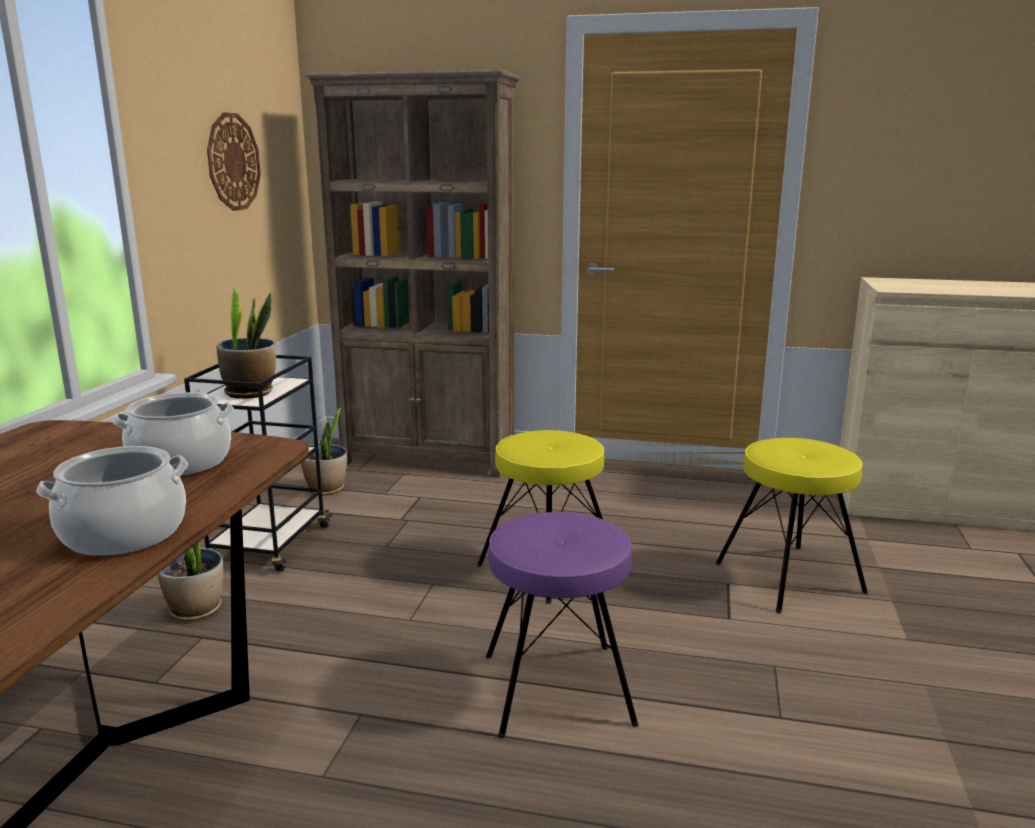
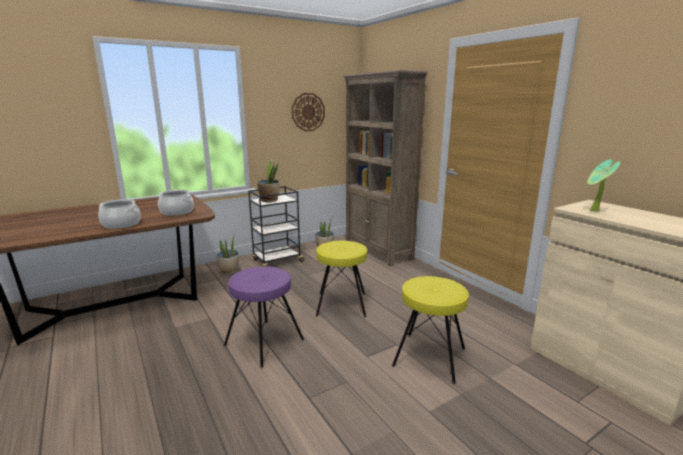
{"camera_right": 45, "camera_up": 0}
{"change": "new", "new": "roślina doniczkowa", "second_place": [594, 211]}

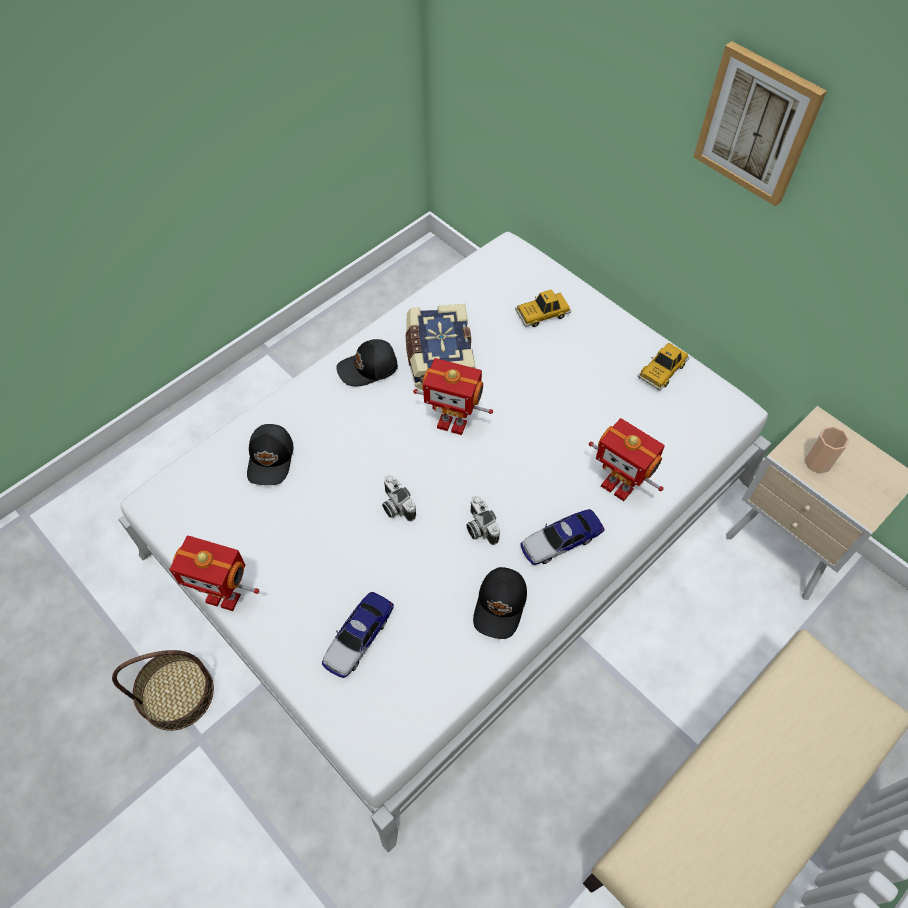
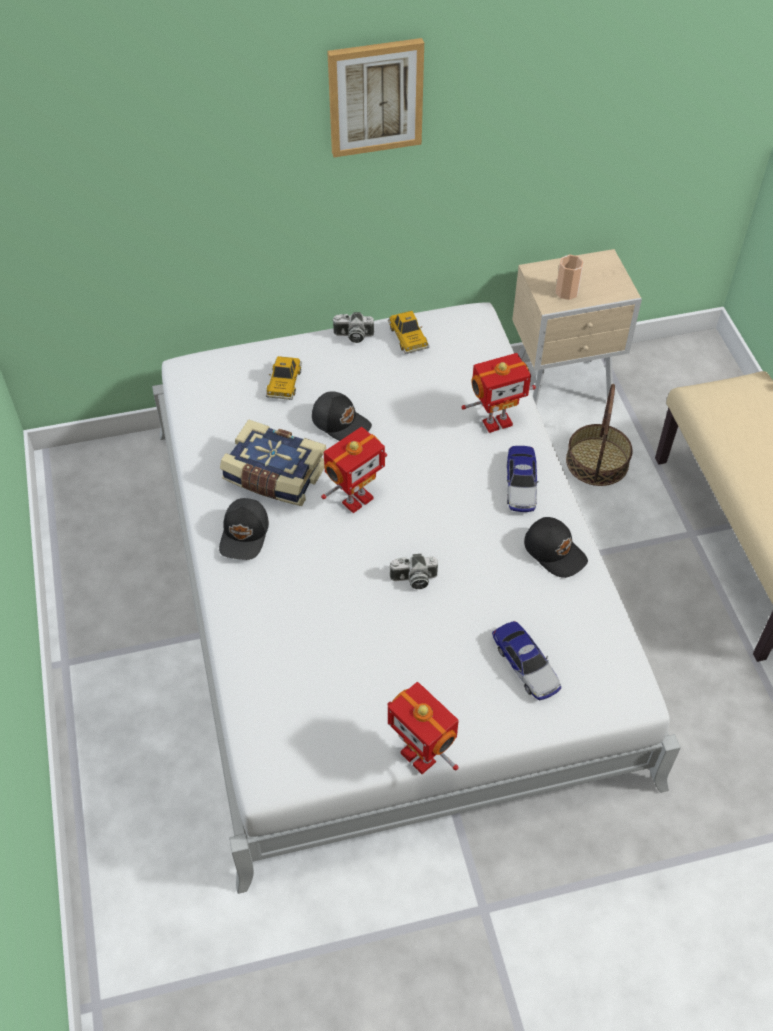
{"camera_right": -60, "camera_up": -5}
{"change": "shifted", "old": "czapka z daszkiem (czarny)", "first_place": [271, 459], "second_place": [341, 422]}
{"change": "shifted", "old": "aparat fotograficzny", "first_place": [479, 527], "second_place": [353, 336]}
{"change": "rotated", "old": "robot zabawkowy", "first_place": [224, 596], "second_place": [420, 755], "degrees": 90}
{"change": "shifted", "old": "koszyk", "first_place": [177, 694], "second_place": [597, 462]}

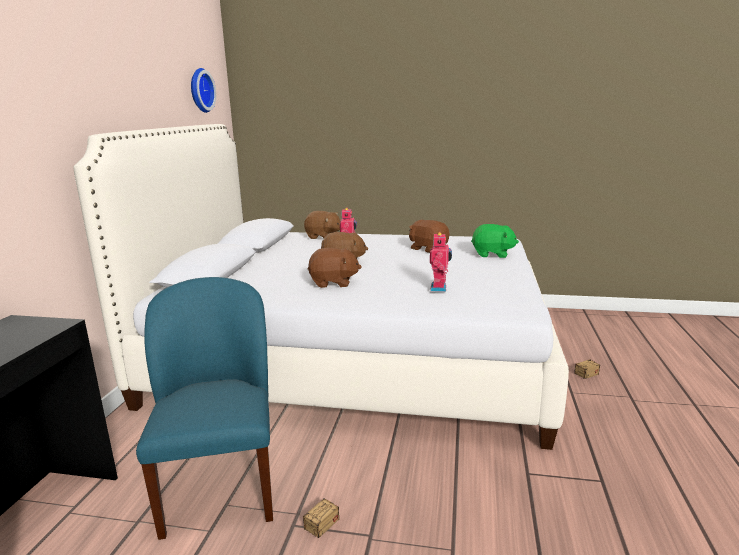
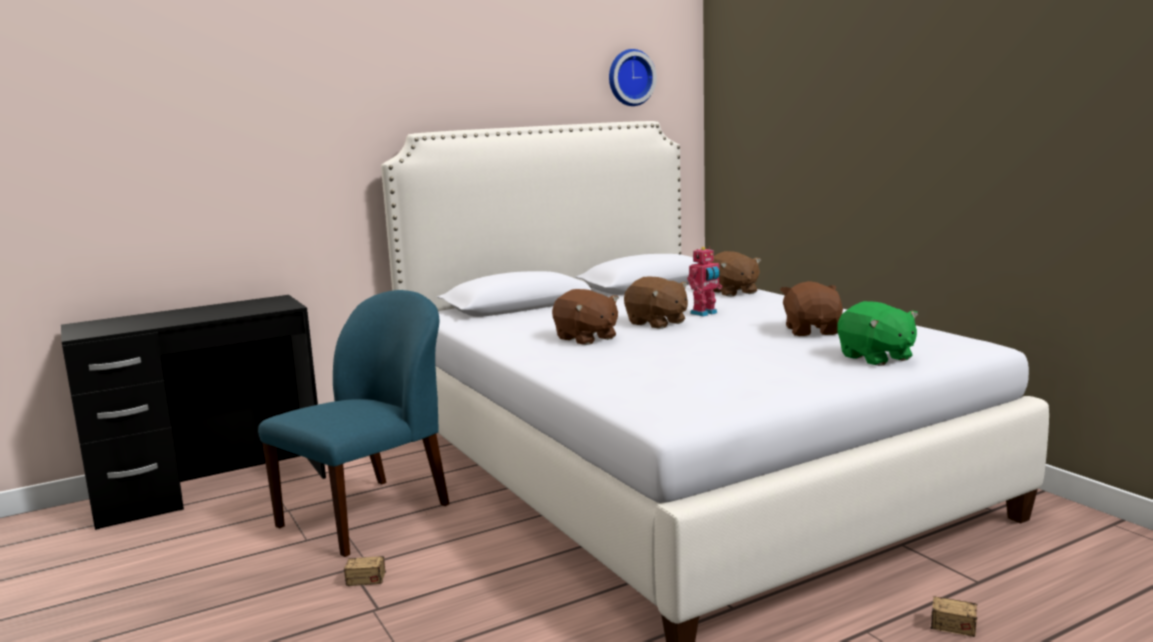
{"camera_right": 50, "camera_up": -5}
{"change": "gone", "old": "robot zabawkowy", "first_place": [440, 288]}

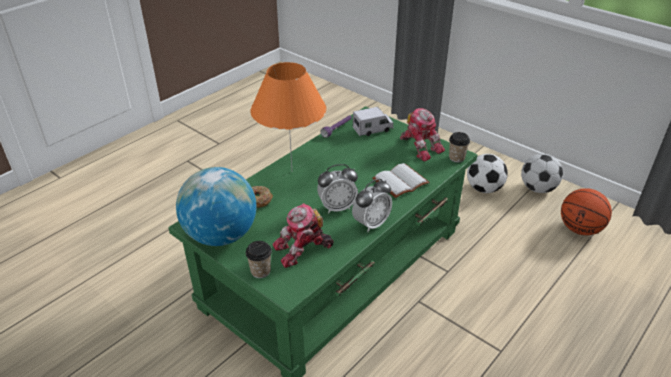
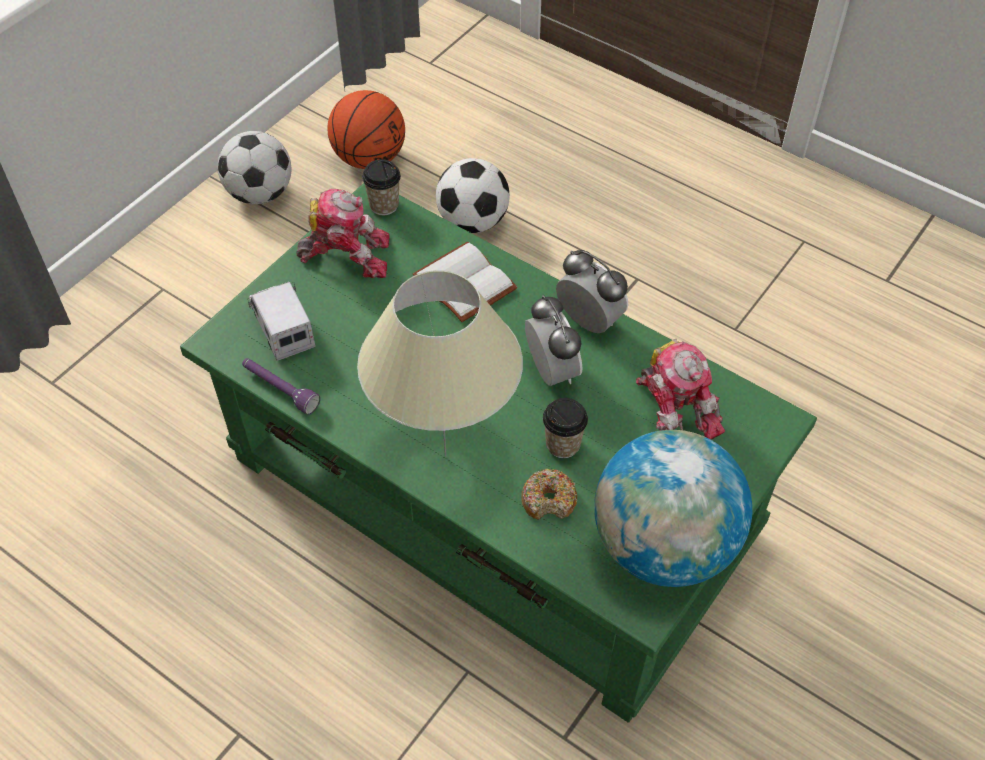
{"camera_right": -95, "camera_up": 15}
{"change": "rotated", "old": "robot zabawkowy", "first_place": [420, 146], "second_place": [347, 254], "degrees": 45}
{"change": "repainted", "old": "lampa stołowa (pomarańczowy)", "new": "lampa stołowa (beżowy)", "first_place": [291, 171], "second_place": [444, 456]}
{"change": "shifted", "old": "piłka futbolowa", "first_place": [484, 189], "second_place": [473, 221]}
{"change": "shifted", "old": "filiżanka", "first_place": [260, 271], "second_place": [563, 444]}

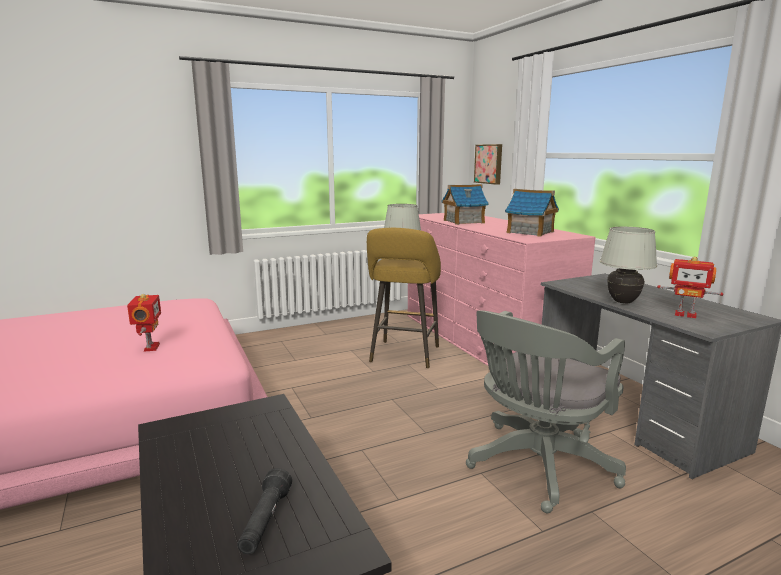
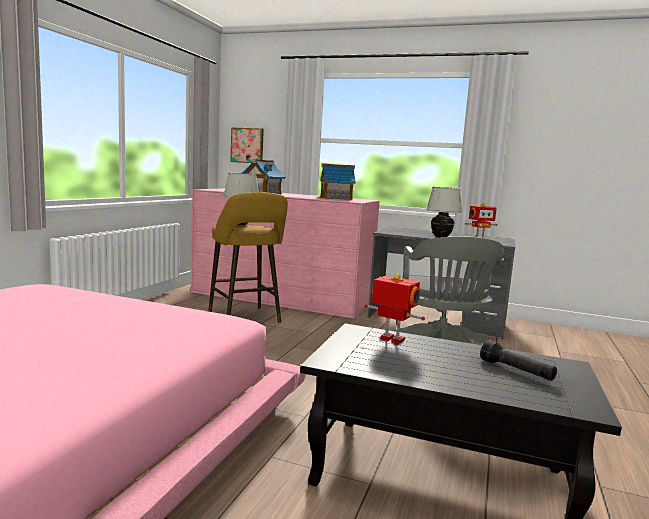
{"camera_right": -45, "camera_up": -5}
{"change": "shifted", "old": "robot zabawkowy", "first_place": [150, 348], "second_place": [391, 339]}

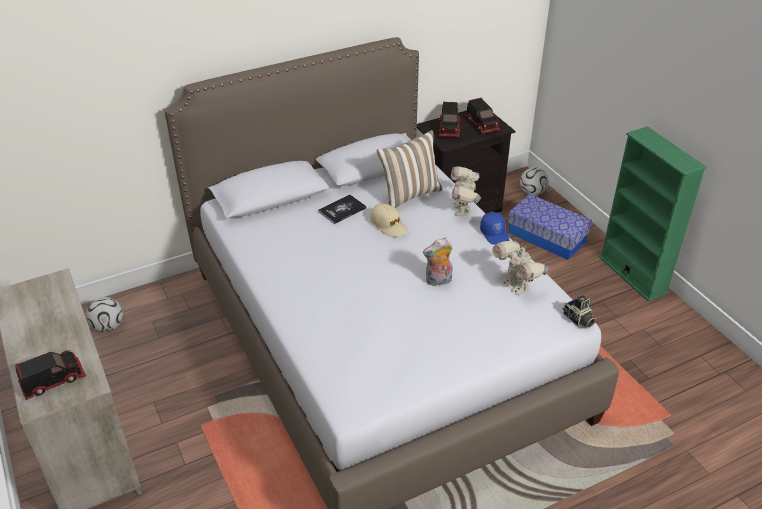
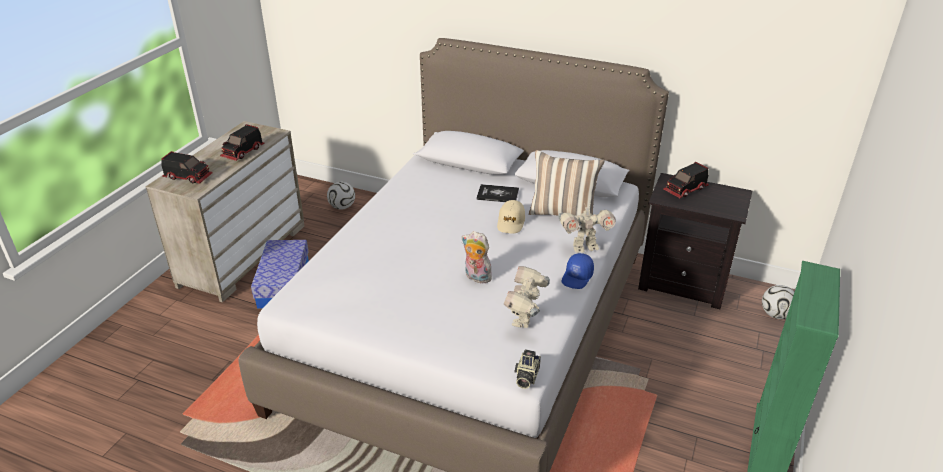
{"camera_right": 50, "camera_up": -5}
{"change": "shifted", "old": "ciężarówka zabawkowa", "first_place": [482, 124], "second_place": [243, 152]}
{"change": "shifted", "old": "pojemnik do przechowywania", "first_place": [547, 237], "second_place": [284, 285]}
{"change": "rotated", "old": "robot zabawkowy", "first_place": [462, 210], "second_place": [584, 247], "degrees": -150}

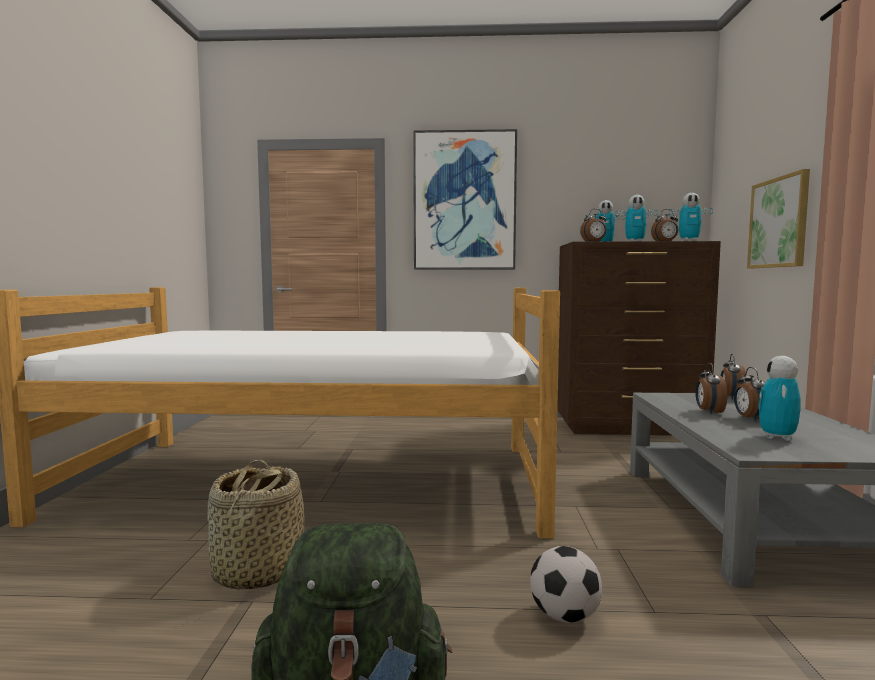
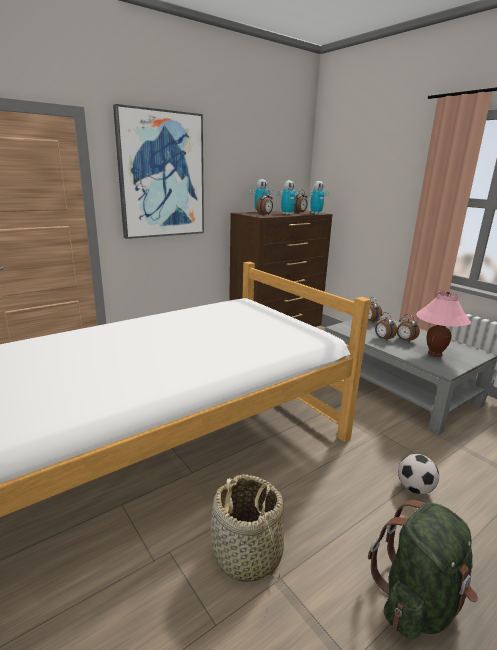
{"camera_right": -40, "camera_up": 15}
{"change": "swapped", "old": "robot zabawkowy", "new": "lampa stołowa (różowy)", "first_place": [777, 437], "second_place": [435, 354]}
{"change": "gone", "old": "obraz", "first_place": [779, 223]}

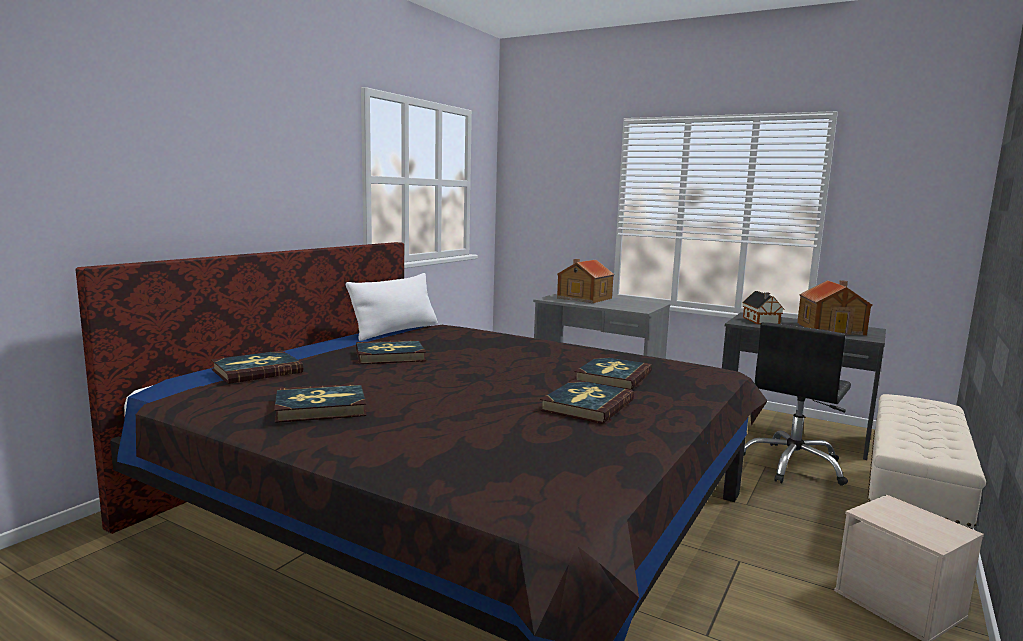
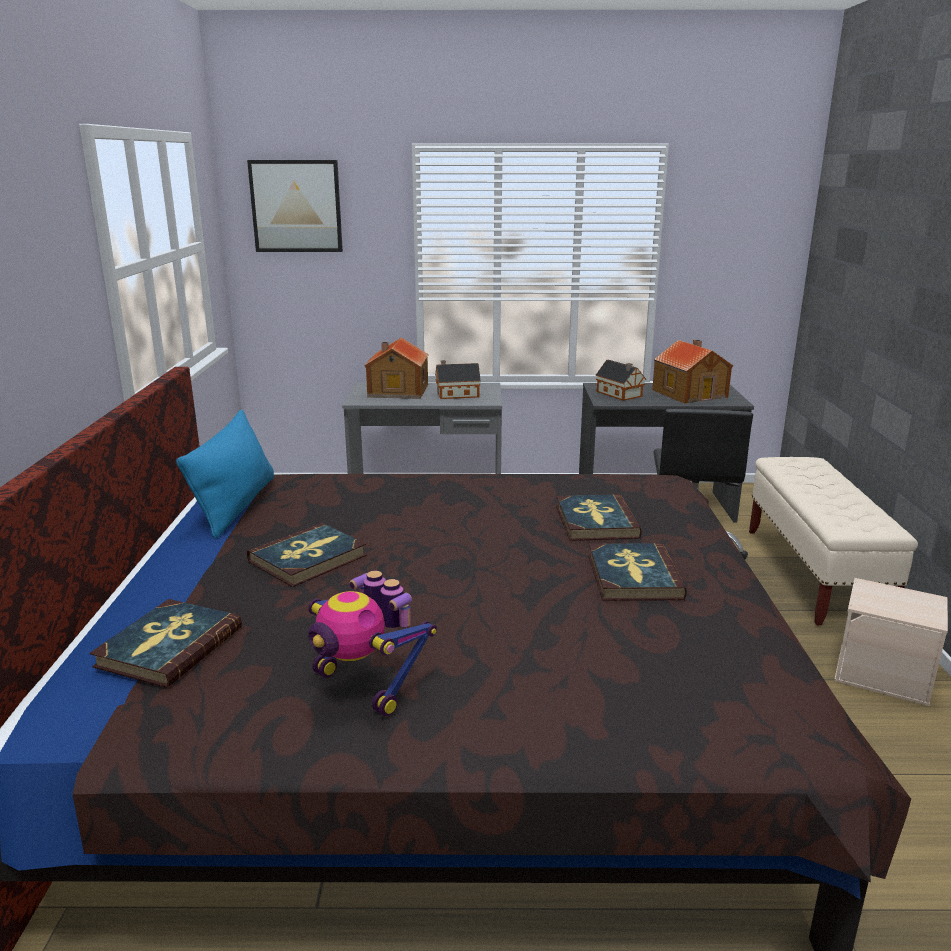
{"camera_right": -30, "camera_up": 10}
{"change": "repainted", "old": "poduszka (biały)", "new": "poduszka (niebieski)", "first_place": [395, 331], "second_place": [236, 505]}
{"change": "new", "new": "obraz", "second_place": [296, 206]}
{"change": "swapped", "old": "książka", "new": "robot zabawkowy", "first_place": [320, 407], "second_place": [366, 685]}
{"change": "new", "new": "domek", "second_place": [456, 394]}

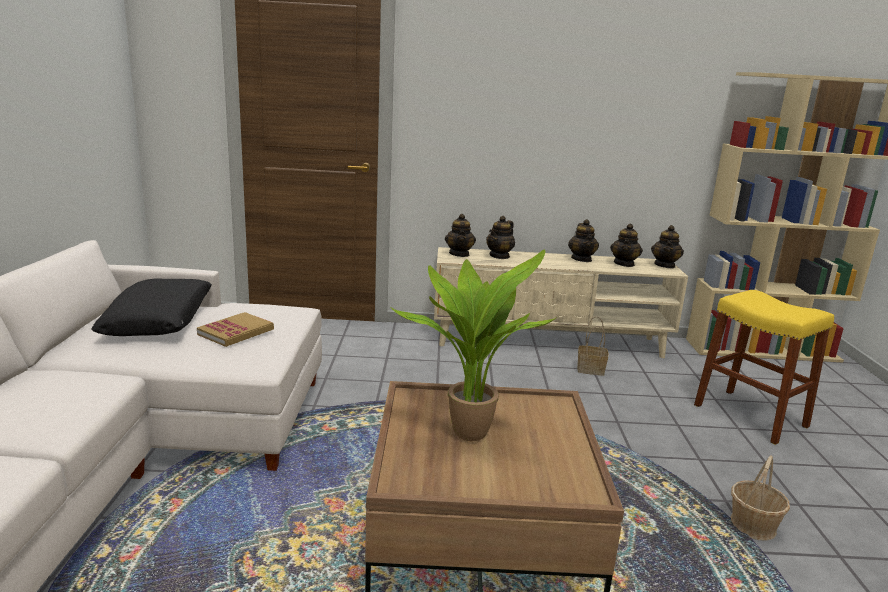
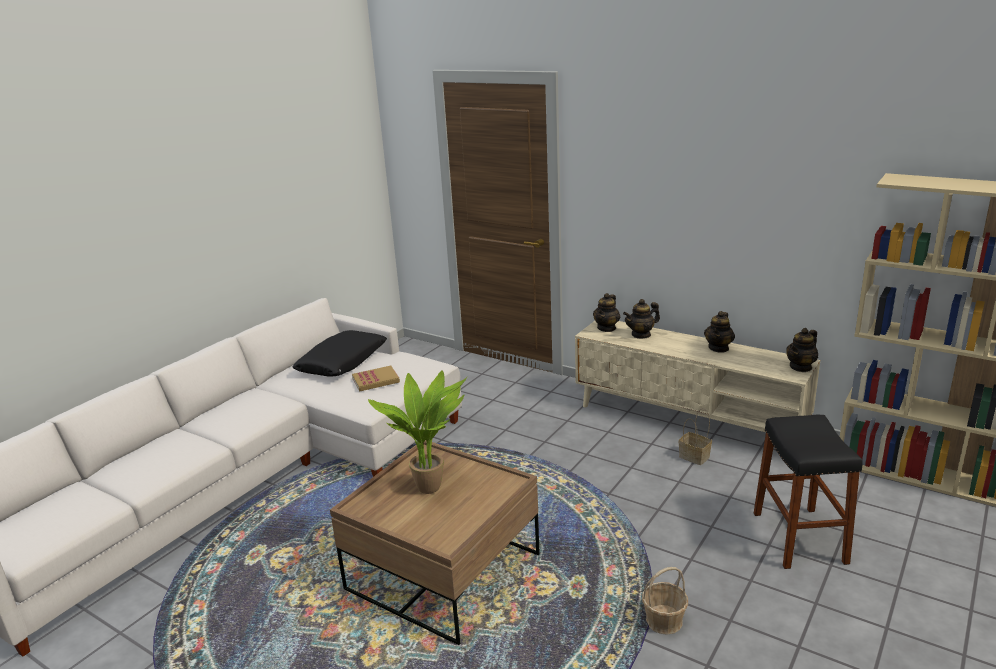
{"camera_right": 35, "camera_up": 5}
{"change": "repainted", "old": "stołek (żółty)", "new": "stołek (czarny)", "first_place": [750, 416], "second_place": [799, 537]}
{"change": "gone", "old": "imbryk", "first_place": [624, 264]}

